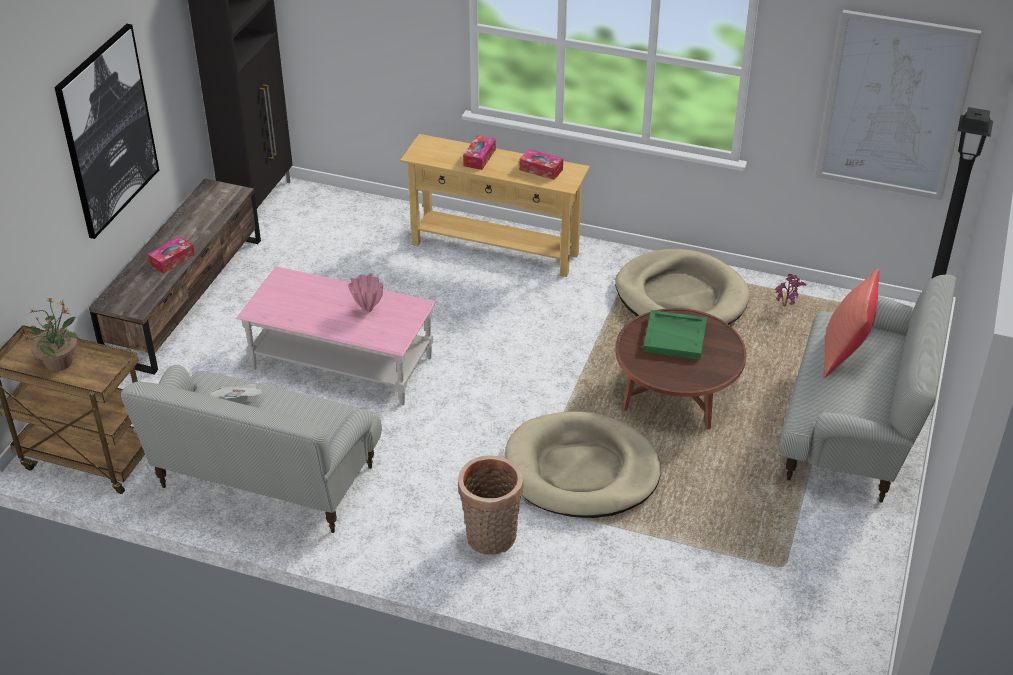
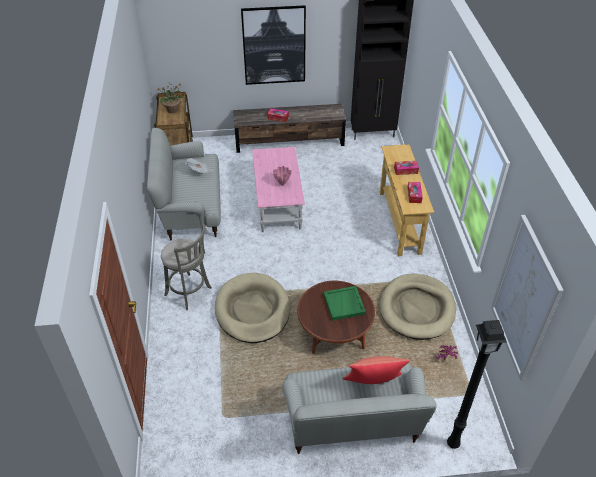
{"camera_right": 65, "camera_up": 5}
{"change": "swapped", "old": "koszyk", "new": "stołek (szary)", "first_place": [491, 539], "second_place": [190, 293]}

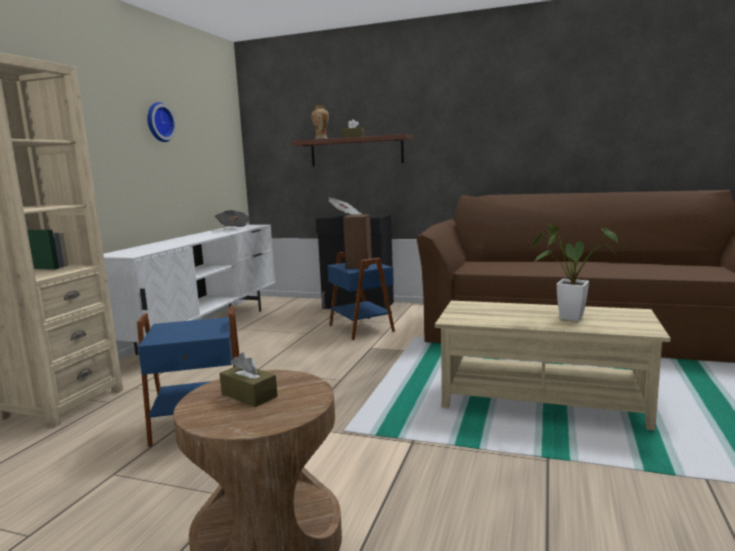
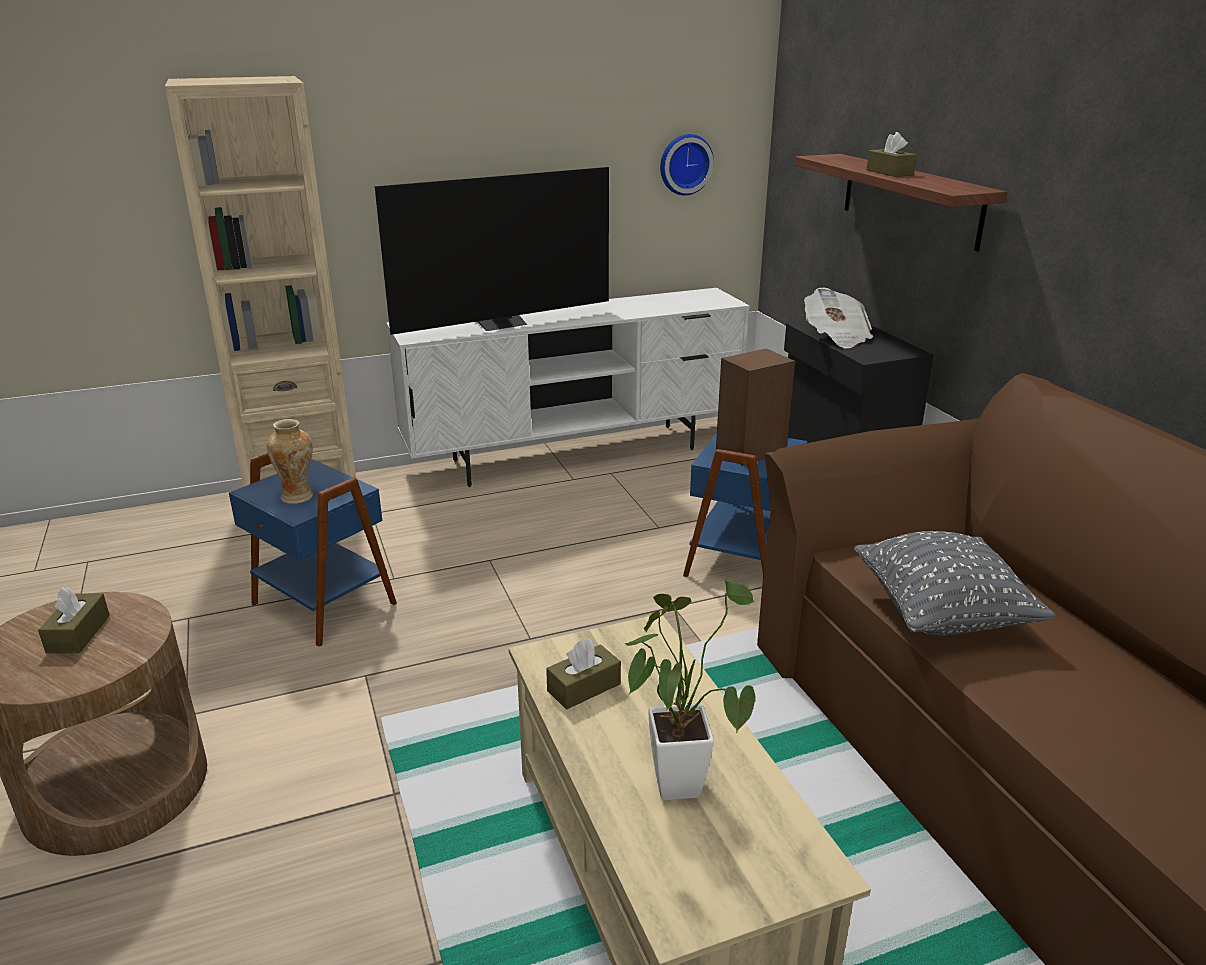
{"camera_right": 50, "camera_up": 15}
{"change": "shifted", "old": "wazon", "first_place": [321, 139], "second_place": [298, 497]}
{"change": "new", "new": "telewizor", "second_place": [501, 323]}
{"change": "new", "new": "pudełko chusteczek (brązowy)", "second_place": [584, 687]}
{"change": "shifted", "old": "zegar ścienny", "first_place": [158, 122], "second_place": [684, 164]}
{"change": "new", "new": "poduszka (szary)", "second_place": [941, 615]}
{"change": "gone", "old": "gazeta", "first_place": [234, 228]}

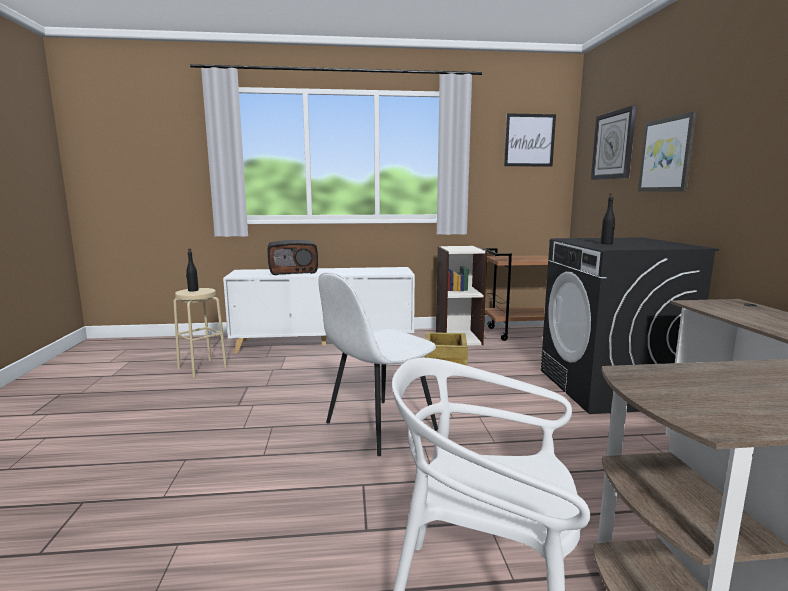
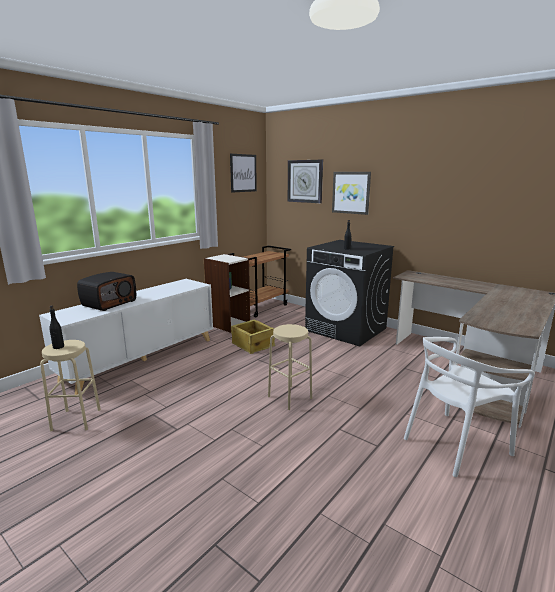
{"camera_right": -45, "camera_up": 5}
{"change": "swapped", "old": "krzesło (biały)", "new": "stołek (beżowy)", "first_place": [378, 427], "second_place": [289, 397]}

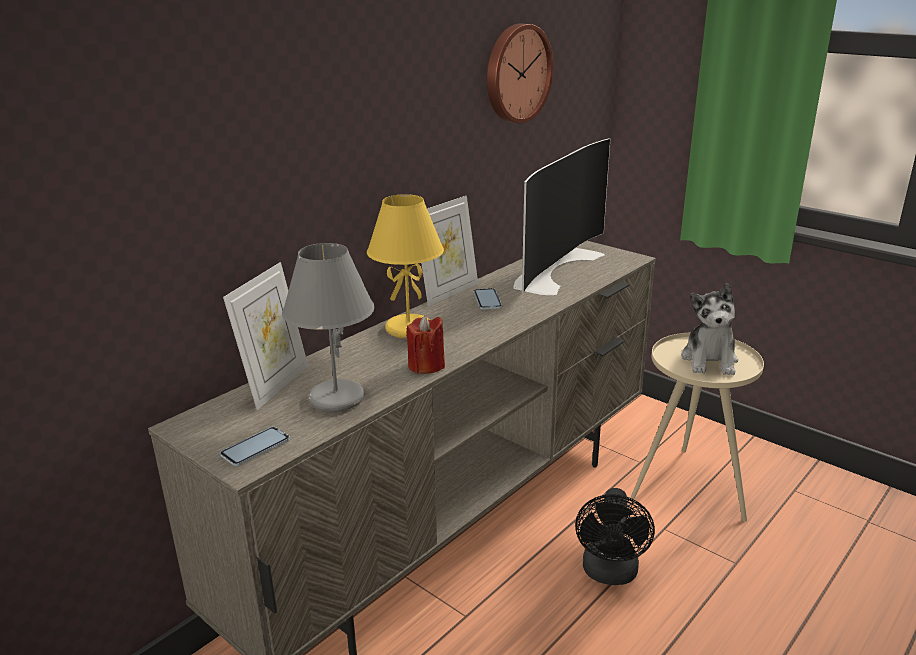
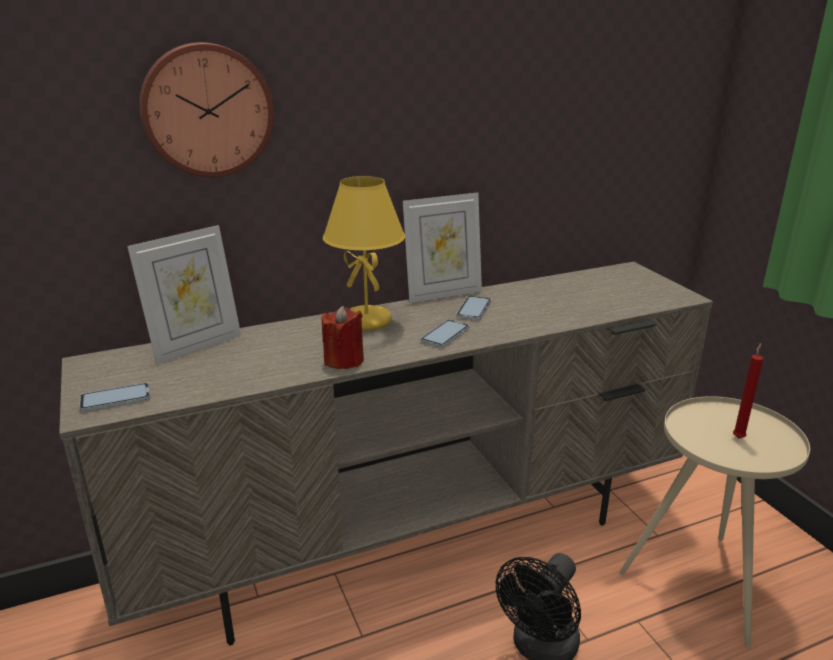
{"camera_right": 25, "camera_up": 0}
{"change": "shifted", "old": "zegar ścienny", "first_place": [516, 73], "second_place": [207, 110]}
{"change": "new", "new": "telefon", "second_place": [445, 335]}
{"change": "swapped", "old": "pluszak", "new": "świeca (czerwony)", "first_place": [709, 360], "second_place": [739, 437]}
{"change": "gone", "old": "lampa stołowa (szary)", "first_place": [335, 398]}
{"change": "gone", "old": "telewizor", "first_place": [554, 268]}

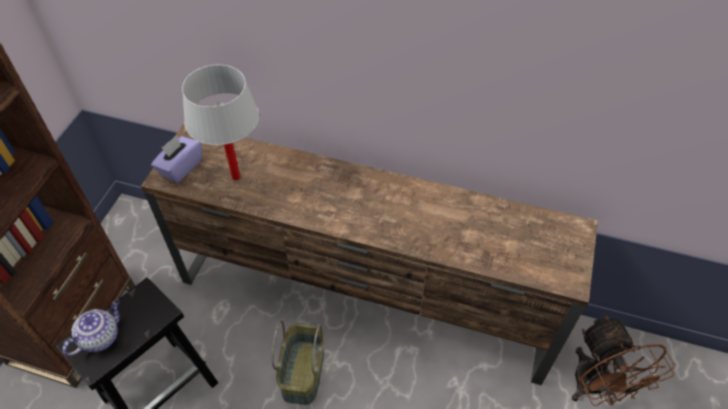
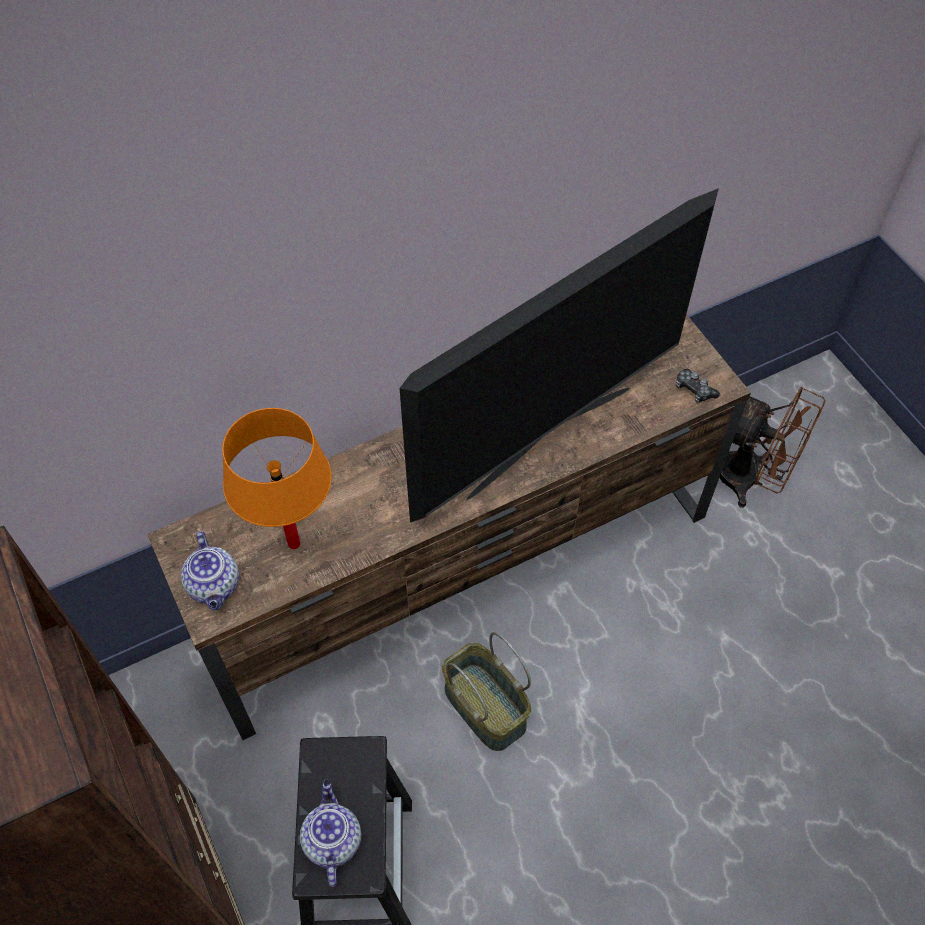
{"camera_right": -45, "camera_up": 5}
{"change": "swapped", "old": "pudełko chusteczek (fioletowy)", "new": "imbryk", "first_place": [180, 167], "second_place": [215, 586]}
{"change": "repainted", "old": "lampa stołowa (biały)", "new": "lampa stołowa (pomarańczowy)", "first_place": [236, 177], "second_place": [294, 544]}
{"change": "new", "new": "telewizor", "second_place": [548, 439]}
{"change": "new", "new": "pad do gier", "second_place": [694, 390]}

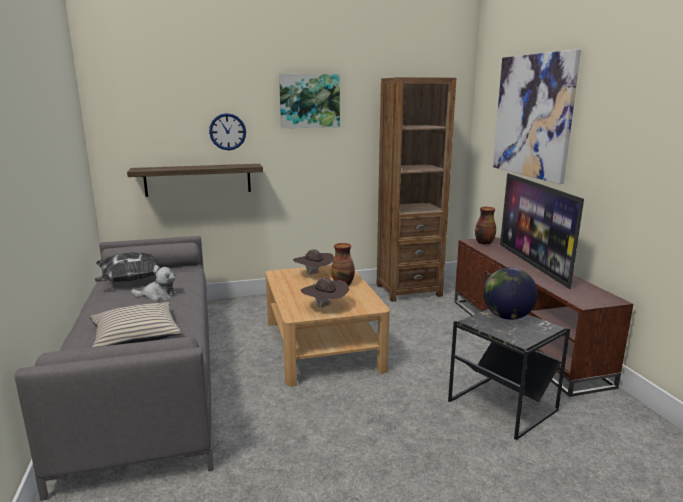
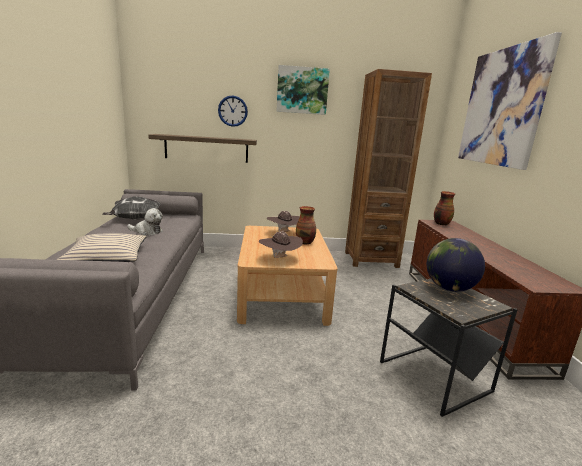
{"camera_right": 10, "camera_up": 0}
{"change": "gone", "old": "telewizor", "first_place": [533, 264]}

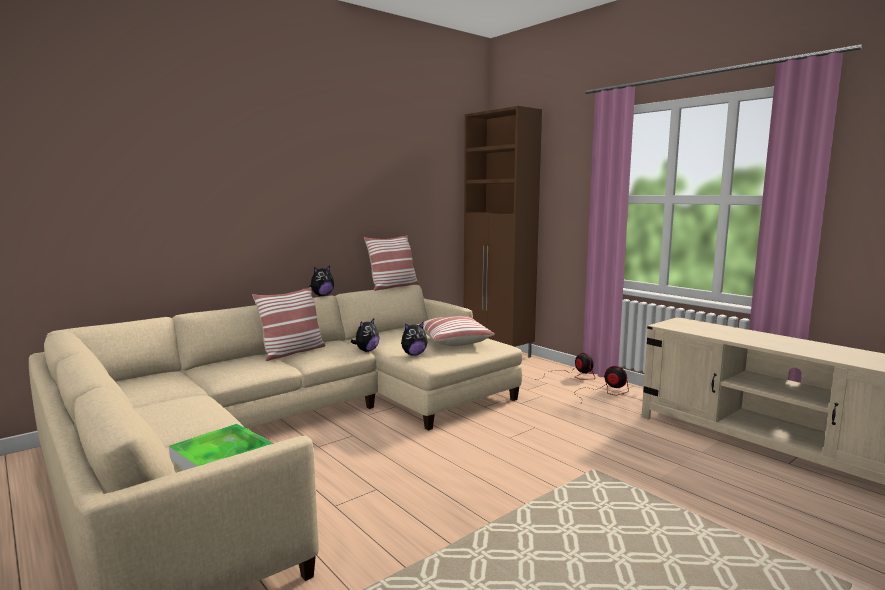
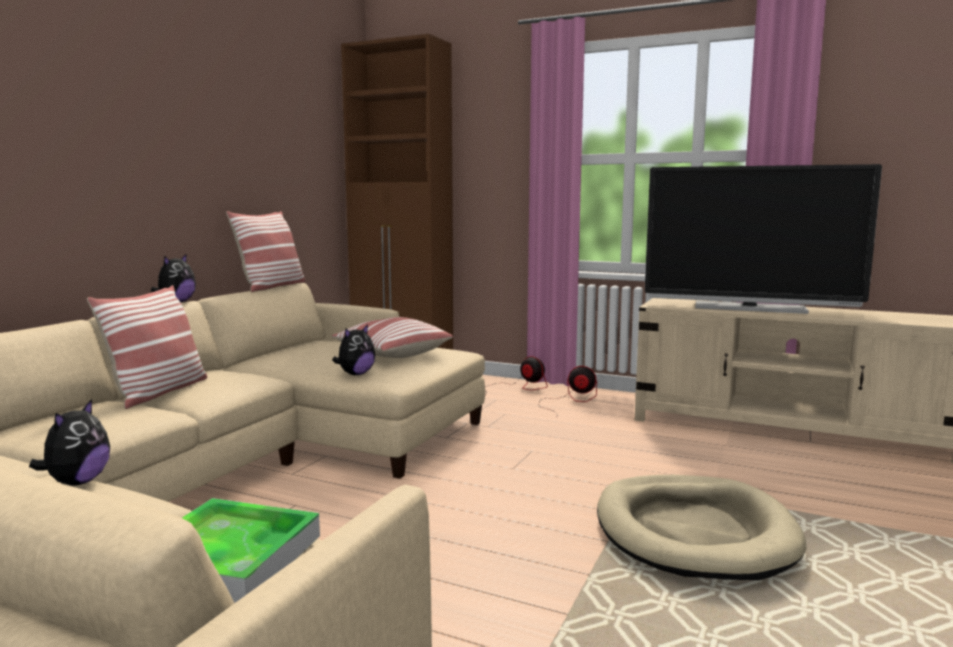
{"camera_right": -25, "camera_up": 0}
{"change": "shifted", "old": "pluszak", "first_place": [366, 351], "second_place": [77, 482]}
{"change": "new", "new": "legowisko (beżowy)", "second_place": [693, 532]}
{"change": "new", "new": "telewizor", "second_place": [749, 308]}

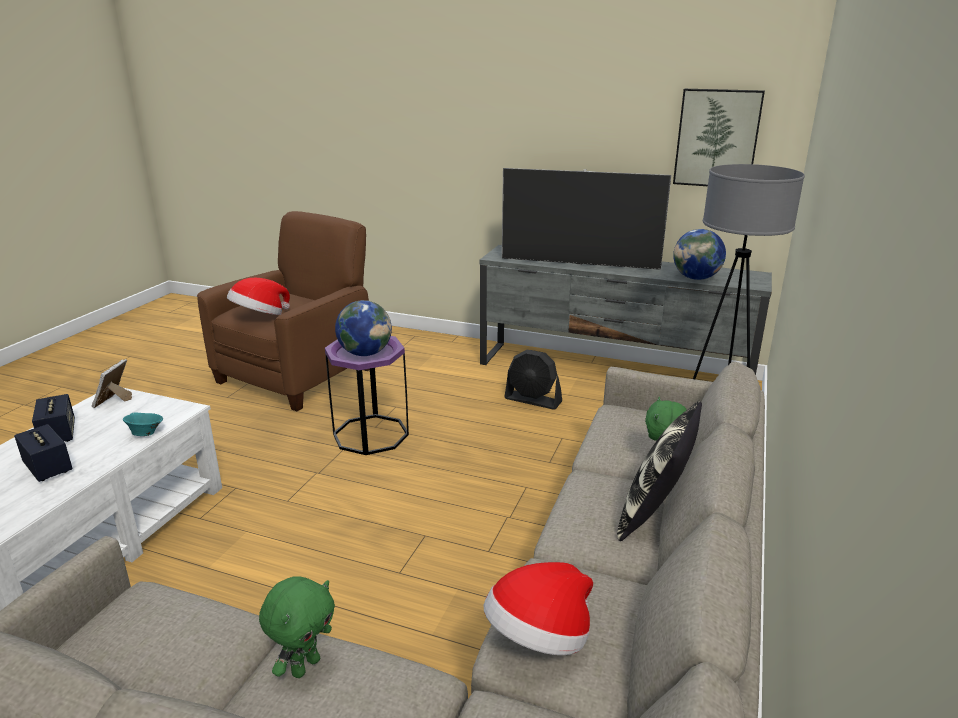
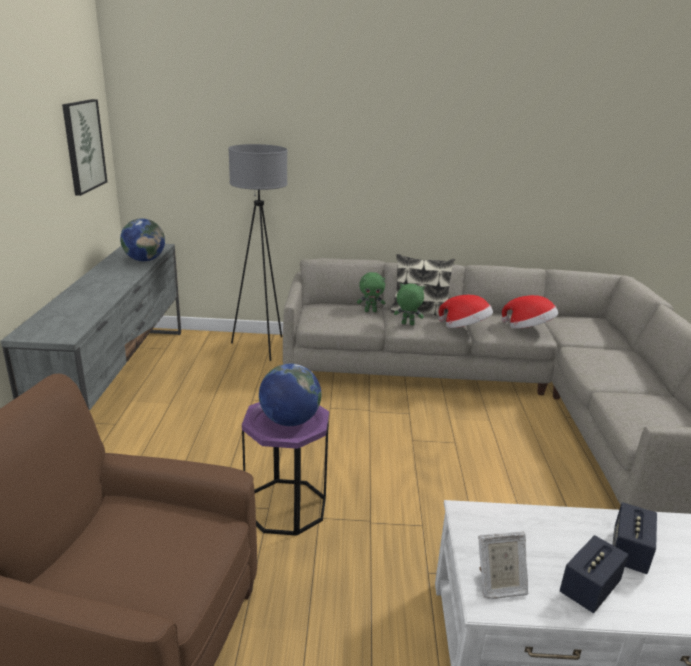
{"camera_right": -110, "camera_up": 0}
{"change": "shifted", "old": "pluszak (zielony)", "first_place": [305, 666], "second_place": [407, 324]}
{"change": "shifted", "old": "kapelusz", "first_place": [259, 316], "second_place": [465, 328]}
{"change": "gone", "old": "miska (turkusowy)", "first_place": [145, 433]}
{"change": "gone", "old": "telewizor", "first_place": [579, 264]}
{"change": "gone", "old": "wentylator (czarny)", "first_place": [533, 400]}

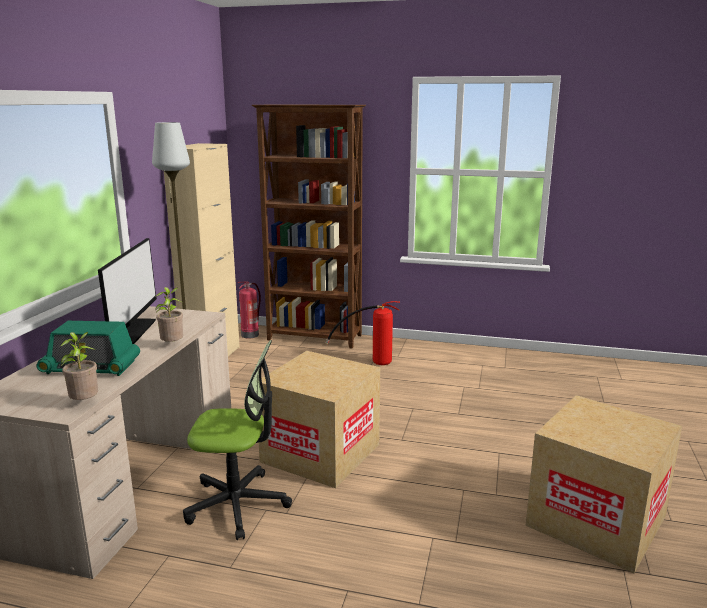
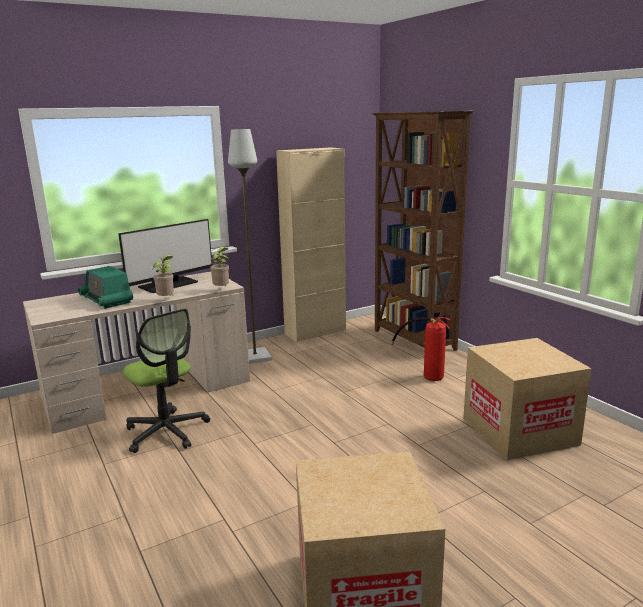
{"camera_right": 45, "camera_up": 0}
{"change": "shifted", "old": "roślina doniczkowa", "first_place": [85, 403], "second_place": [222, 289]}
{"change": "shifted", "old": "karton", "first_place": [320, 453], "second_place": [519, 431]}
{"change": "gone", "old": "gaśnica", "first_place": [250, 334]}

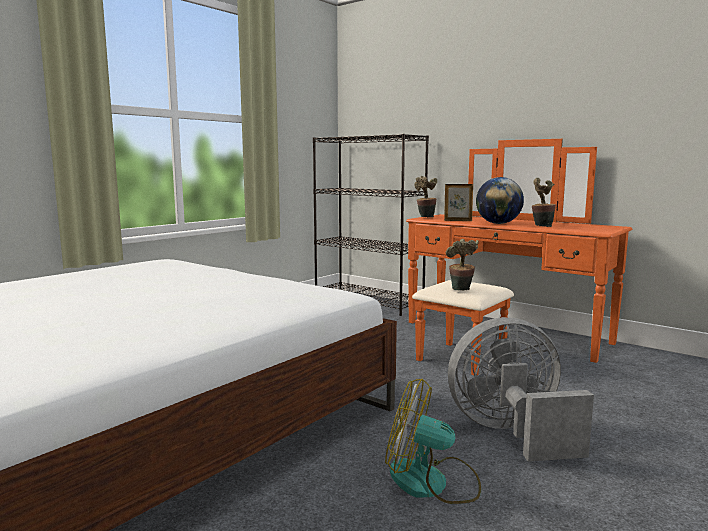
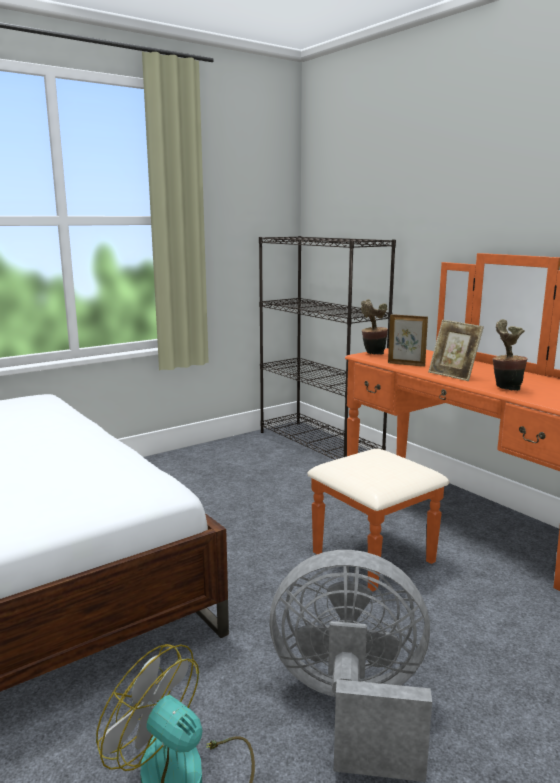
{"camera_right": 15, "camera_up": 5}
{"change": "swapped", "old": "globus", "new": "ramka na zdjęcie", "first_place": [498, 223], "second_place": [453, 375]}
{"change": "gone", "old": "roślina doniczkowa", "first_place": [461, 290]}

